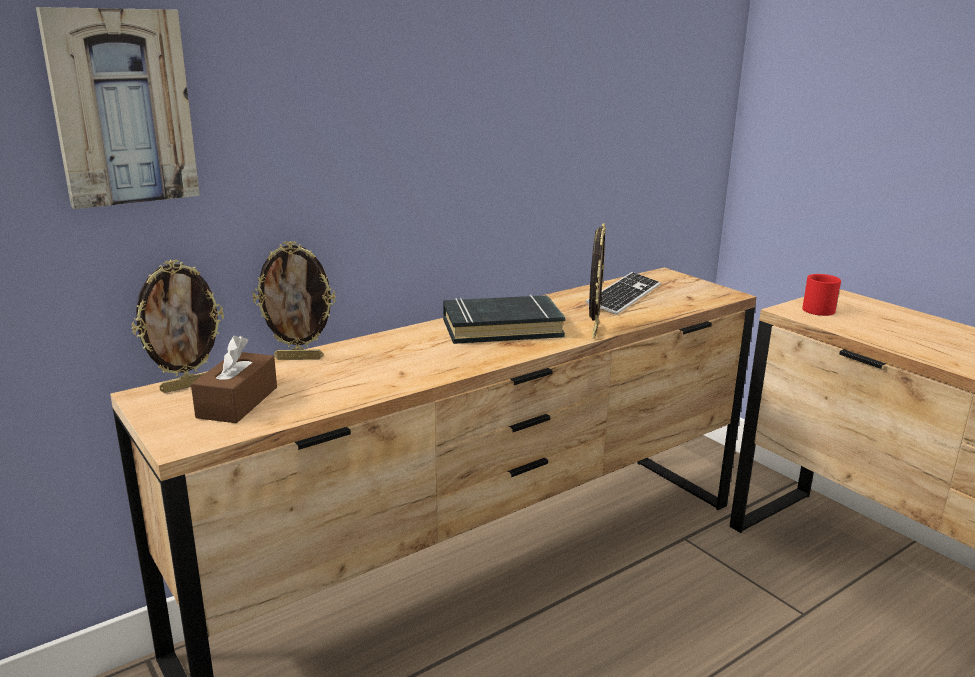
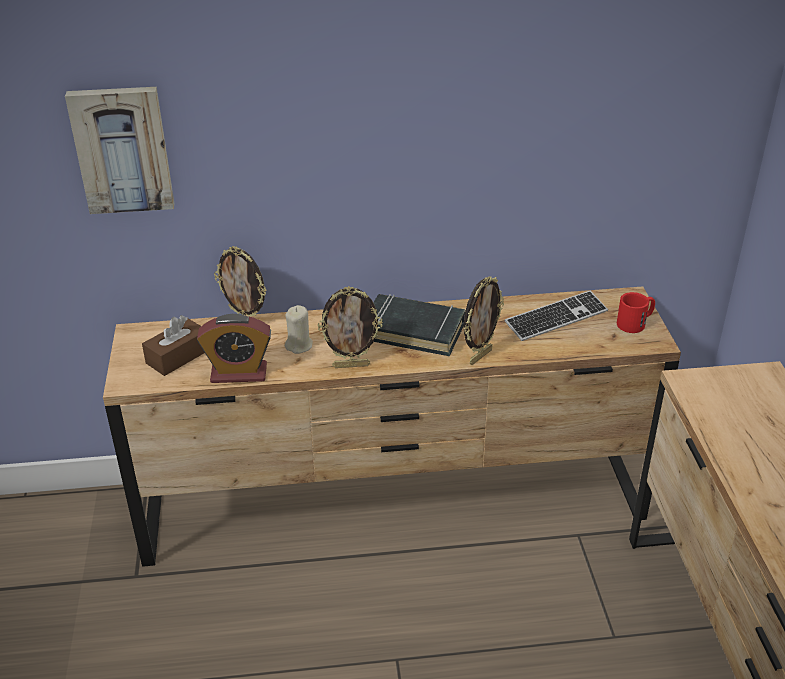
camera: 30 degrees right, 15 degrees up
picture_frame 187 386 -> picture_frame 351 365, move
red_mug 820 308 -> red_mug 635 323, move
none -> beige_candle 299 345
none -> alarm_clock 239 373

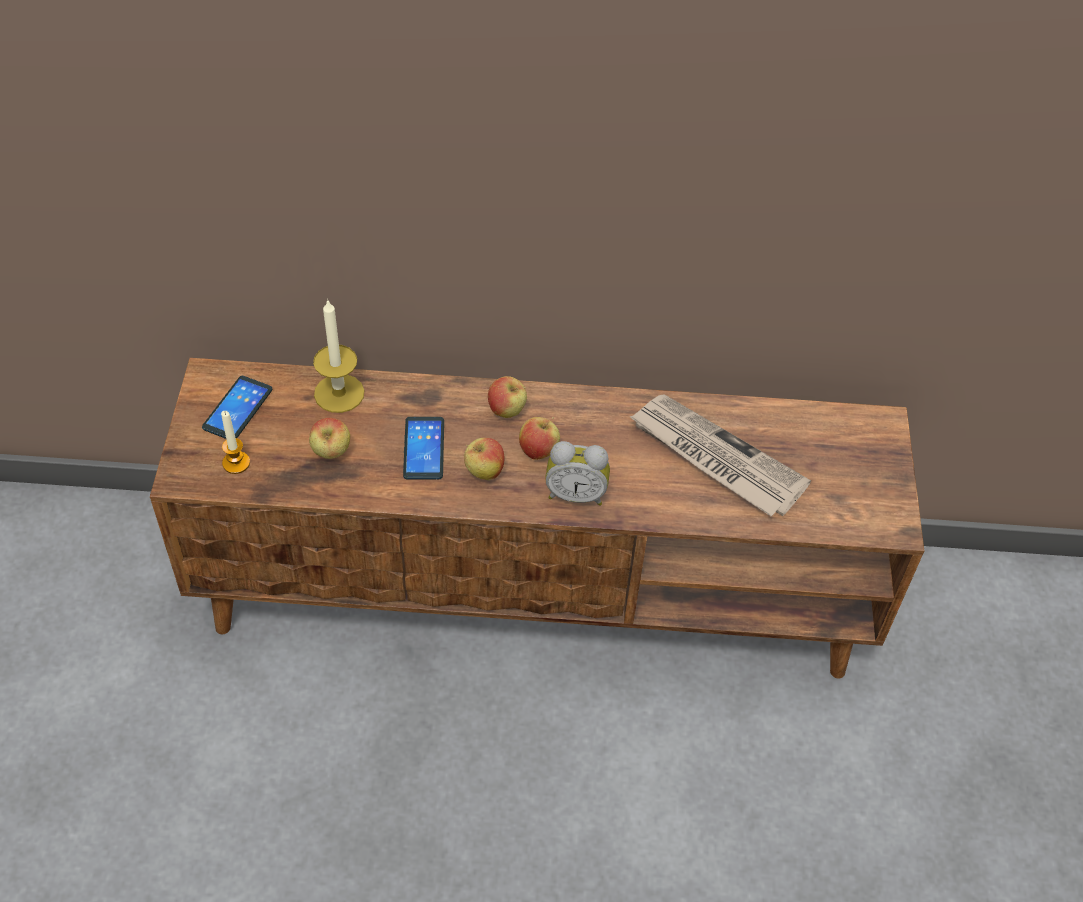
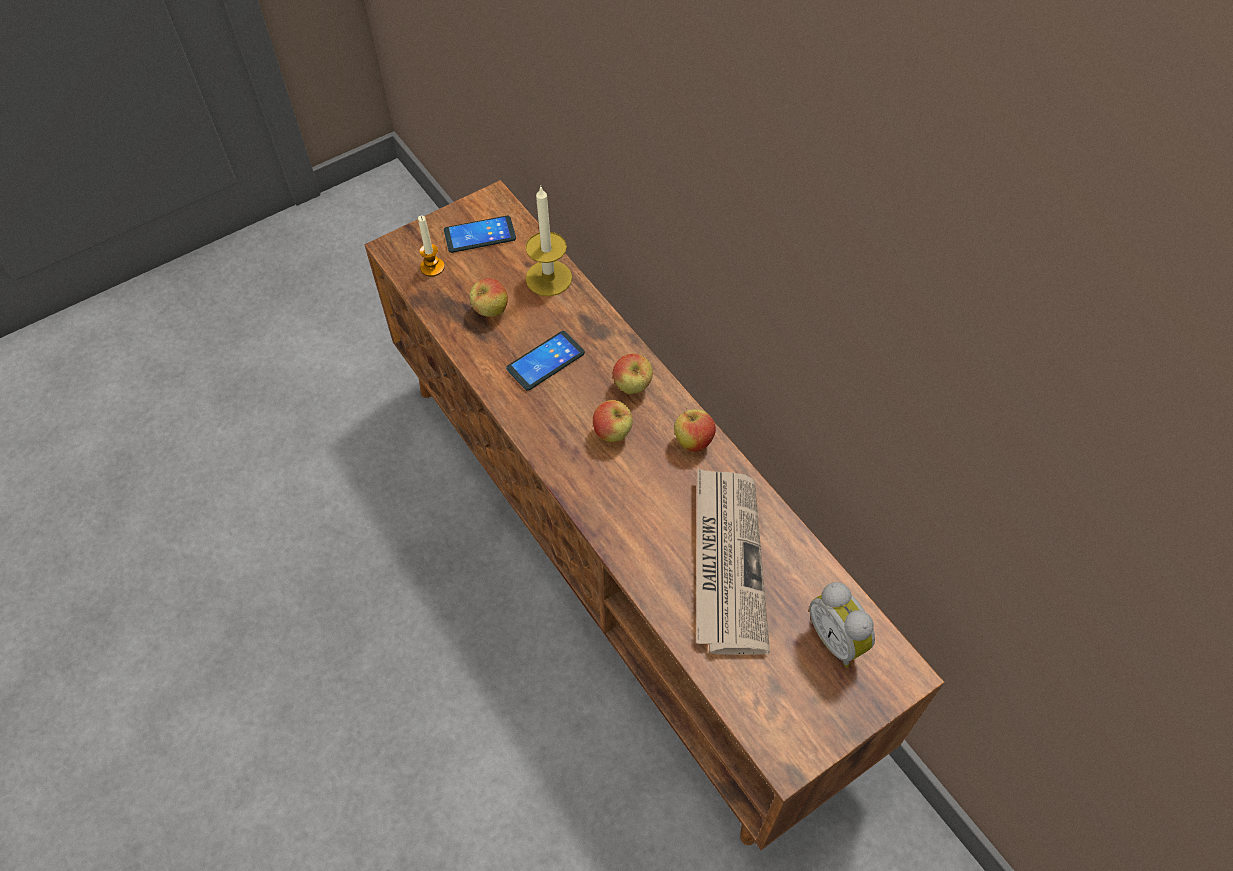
camera: 55 degrees right, 5 degrees up
apple 484 472 -> apple 693 442, move
alarm_clock 576 494 -> alarm_clock 838 638, move

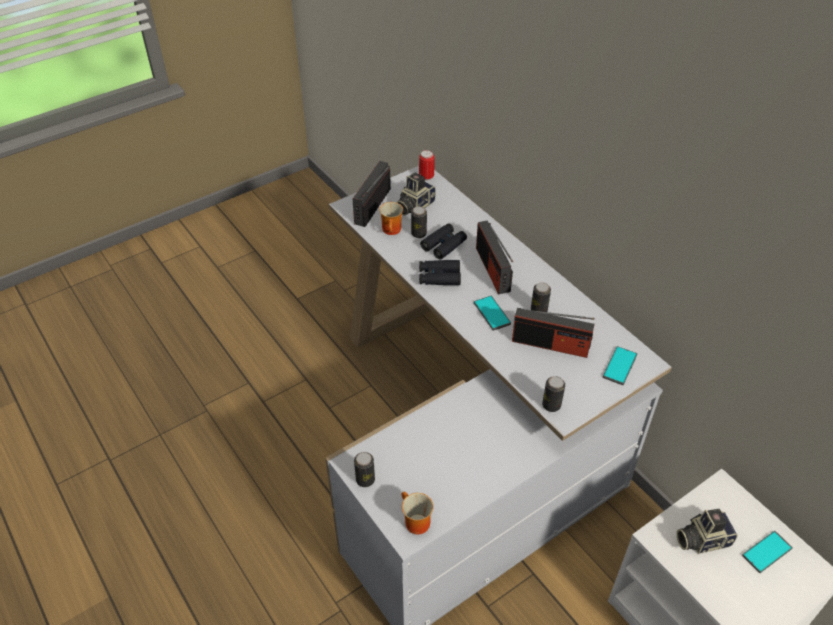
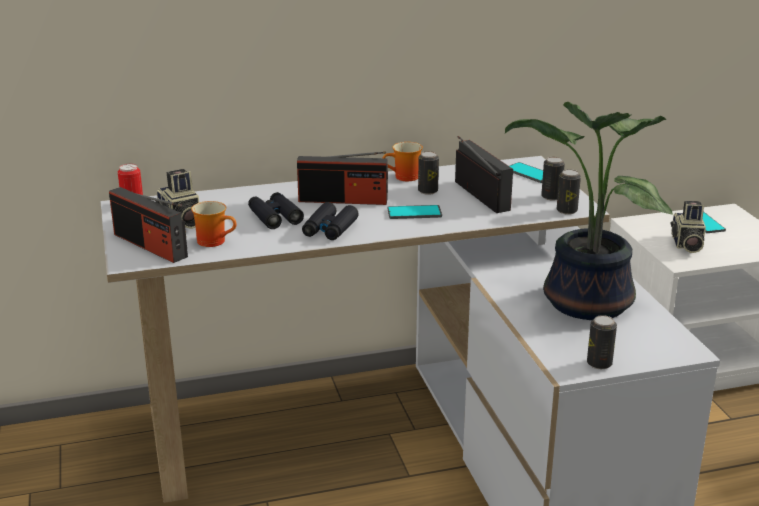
camera: 70 degrees left, 20 degrees down
can 419 234 -> can 551 197, move
radio 550 344 -> radio 481 195, 60 degrees counterclockwise
mug 414 522 -> mug 404 178, move
none -> potted_plant 582 303

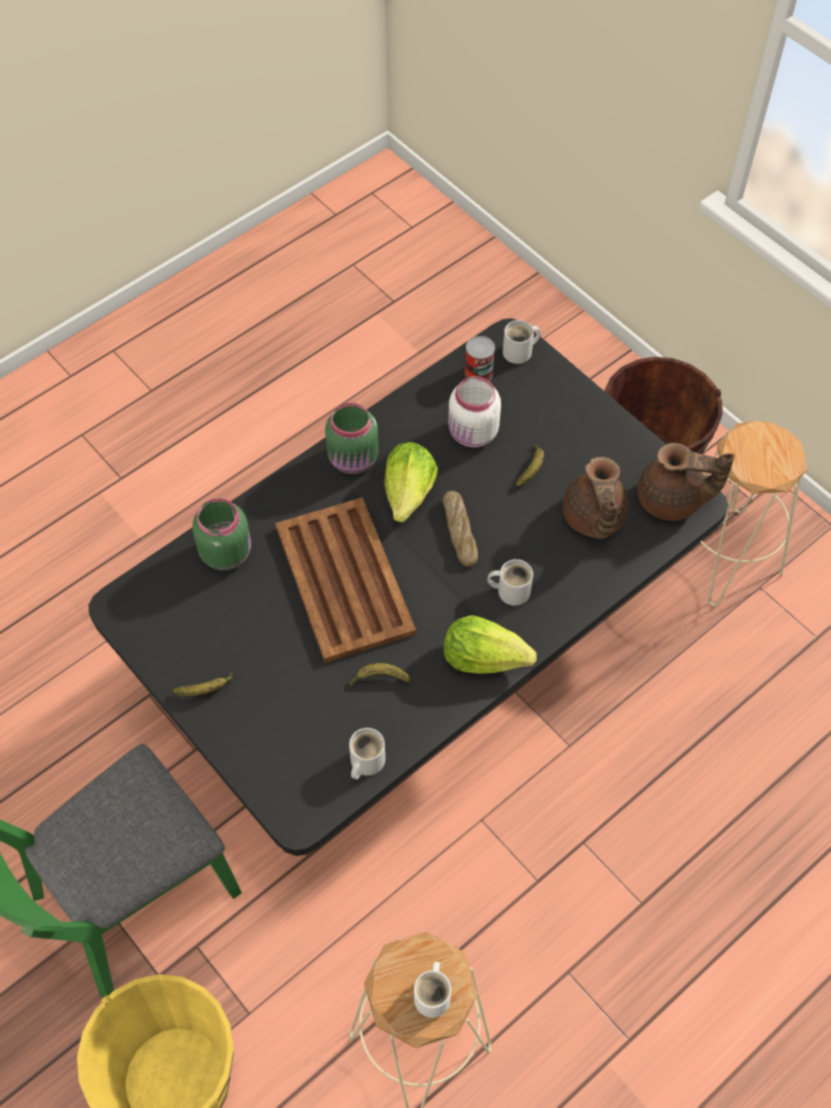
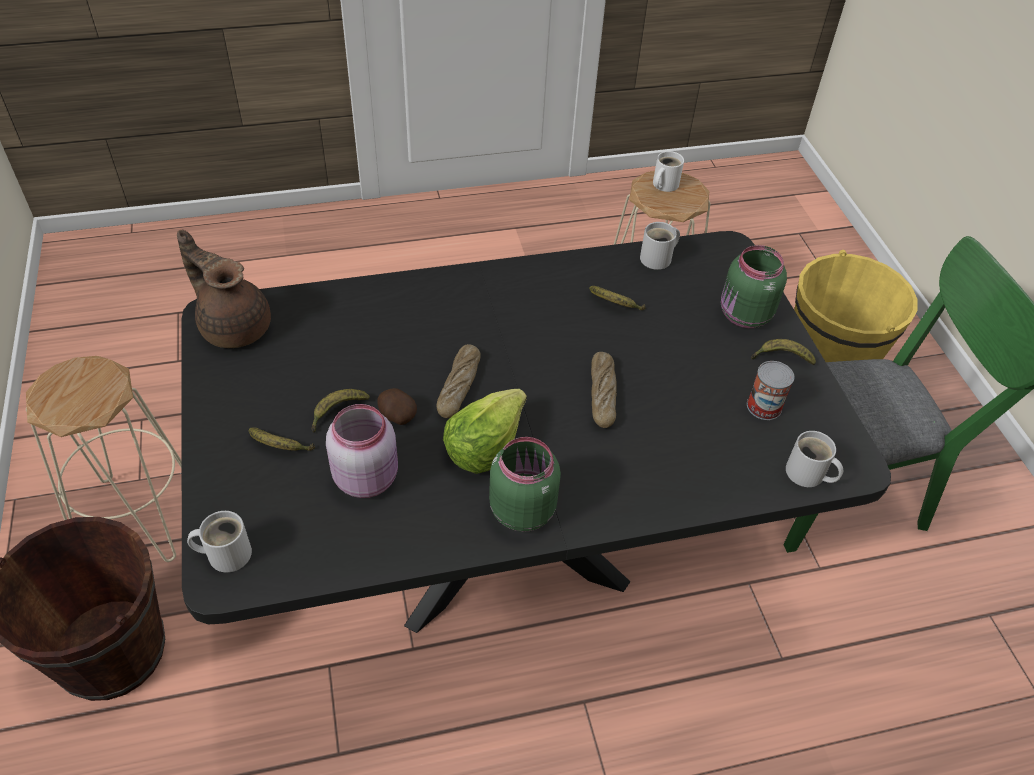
camera: 155 degrees left, 10 degrees down
can 478 372 -> can 764 406, move
white_jar 472 434 -> pink_jar 367 477
brown_teapot 593 519 -> none
brown_tray 344 578 -> bread 602 394
green_jar 226 552 -> green_jar 743 315, move
white_mug 511 590 -> white_mug 807 475, move
lettuce 484 657 -> none
none -> potato 396 416
none -> banana 280 447

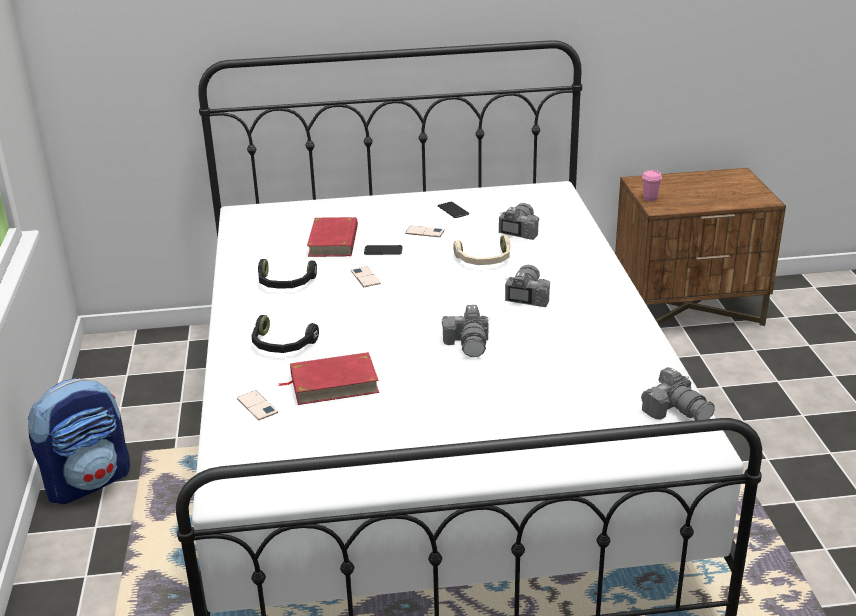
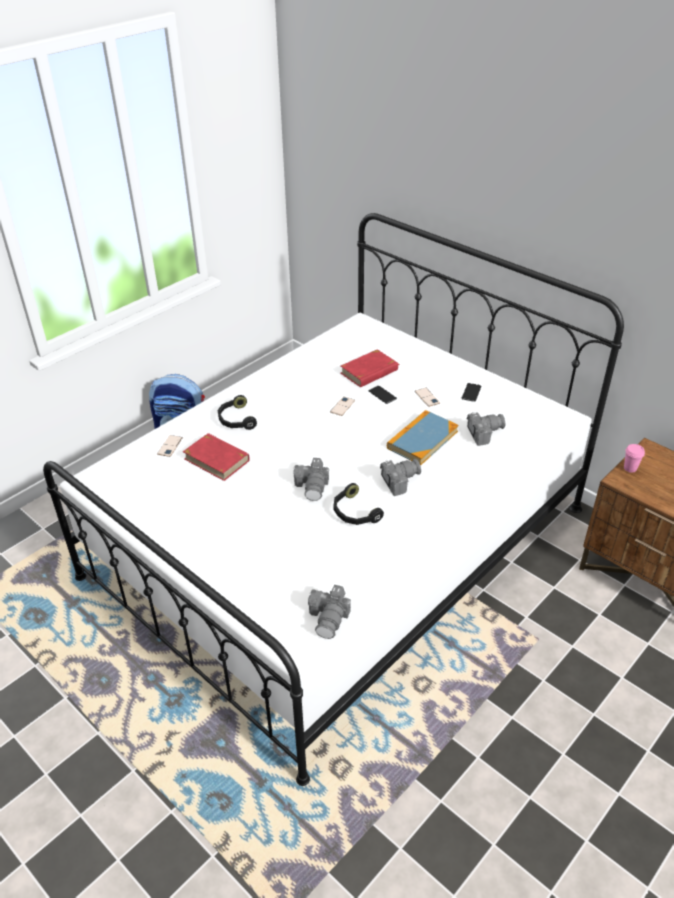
camera: 50 degrees right, 10 degrees up
beige_headphones 484 260 -> book 422 440
black_headphones 285 283 -> black_headphones 354 513, move
photo_camera 468 343 -> photo_camera 313 486, 45 degrees counterclockwise

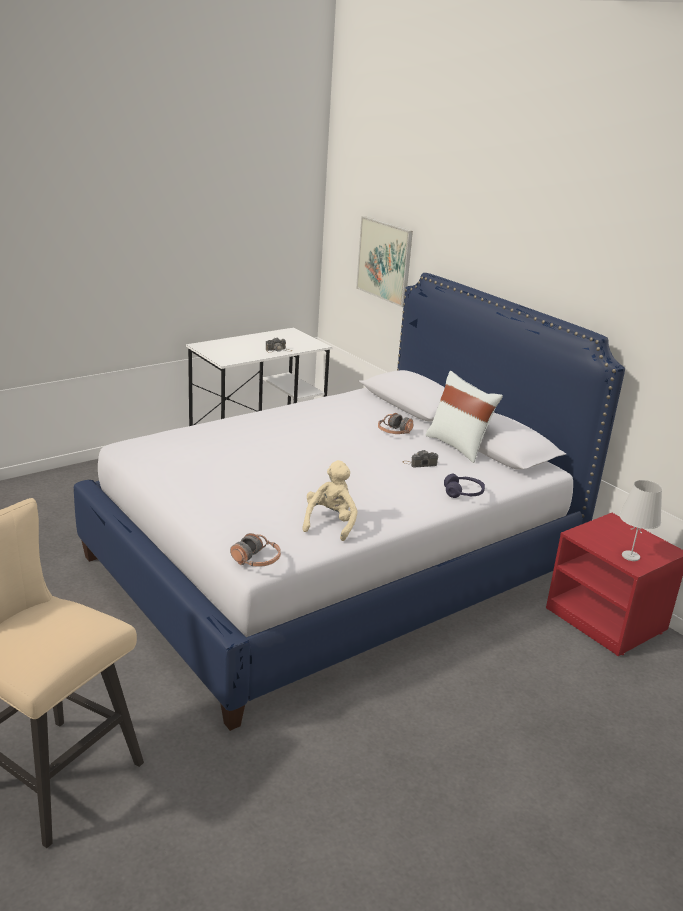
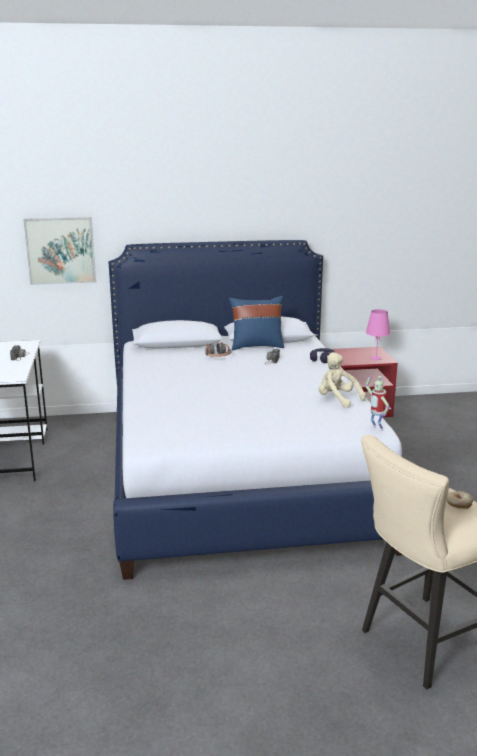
camera: 60 degrees left, 5 degrees down
white_pillow 458 446 -> blue_pillow 256 346
white_table_lamp 631 556 -> pink_table_lamp 376 358
headphones 256 560 -> toy_robot 376 429
none -> donut 458 504

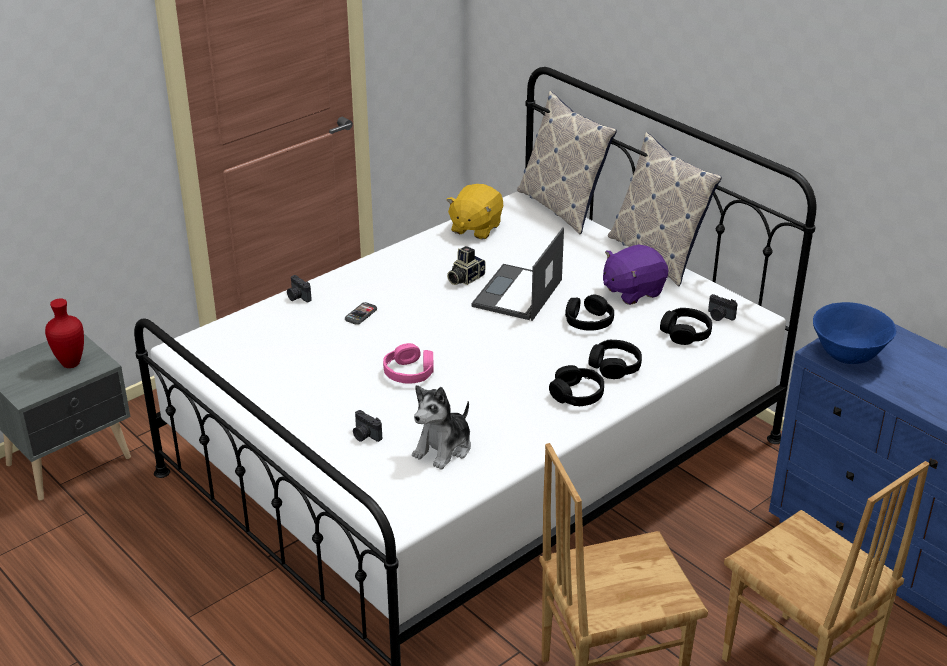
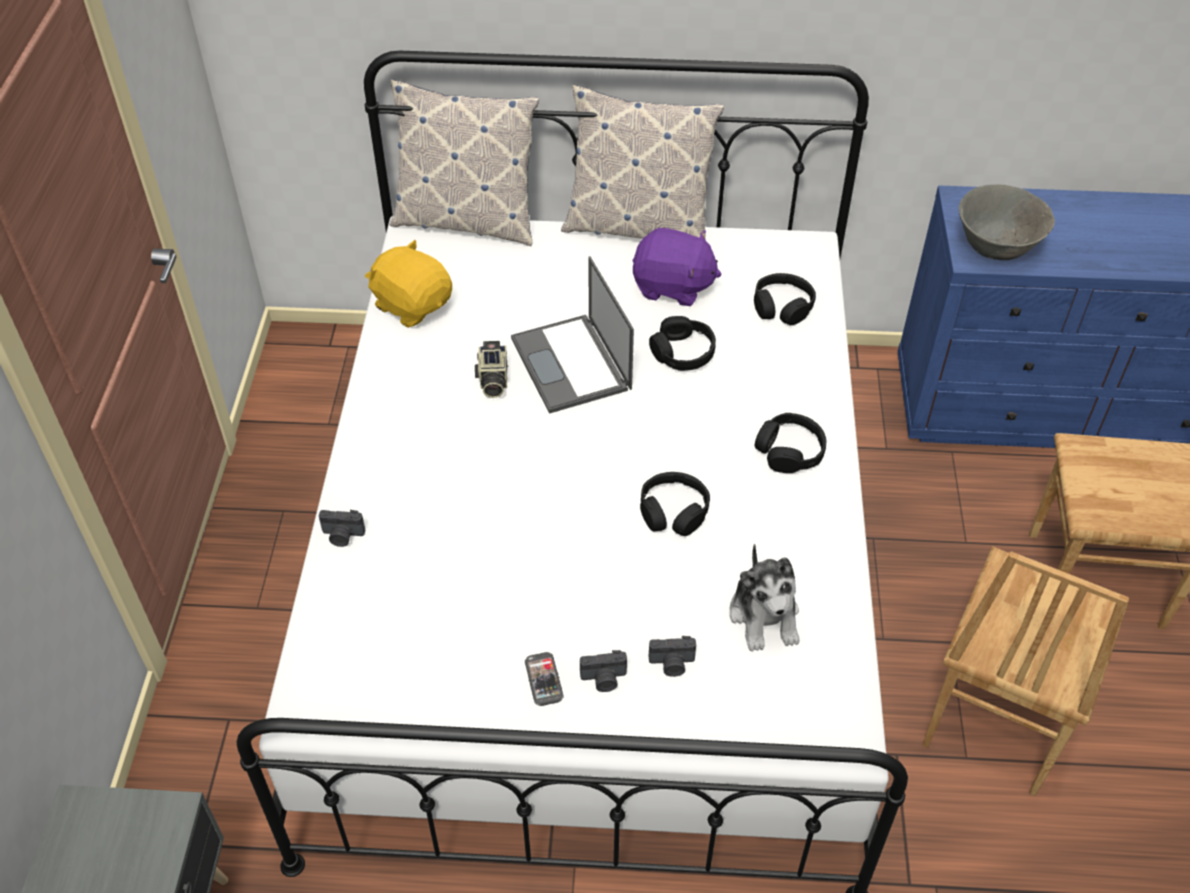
camera: 45 degrees left, 15 degrees up
yellow_plush_toy 475 228 -> yellow_plush_toy 412 305, 150 degrees clockwise
purple_plush_toy 632 291 -> purple_plush_toy 673 287, 90 degrees counterclockwise
photo_camera 719 316 -> photo_camera 604 679, move
red_vase 72 364 -> none
phone 361 314 -> phone 544 680, move
blue_bowl 848 355 -> grey_bowl 995 247
black_headphones 614 366 -> black_headphones 673 511, move
pink_headphones 409 372 -> none

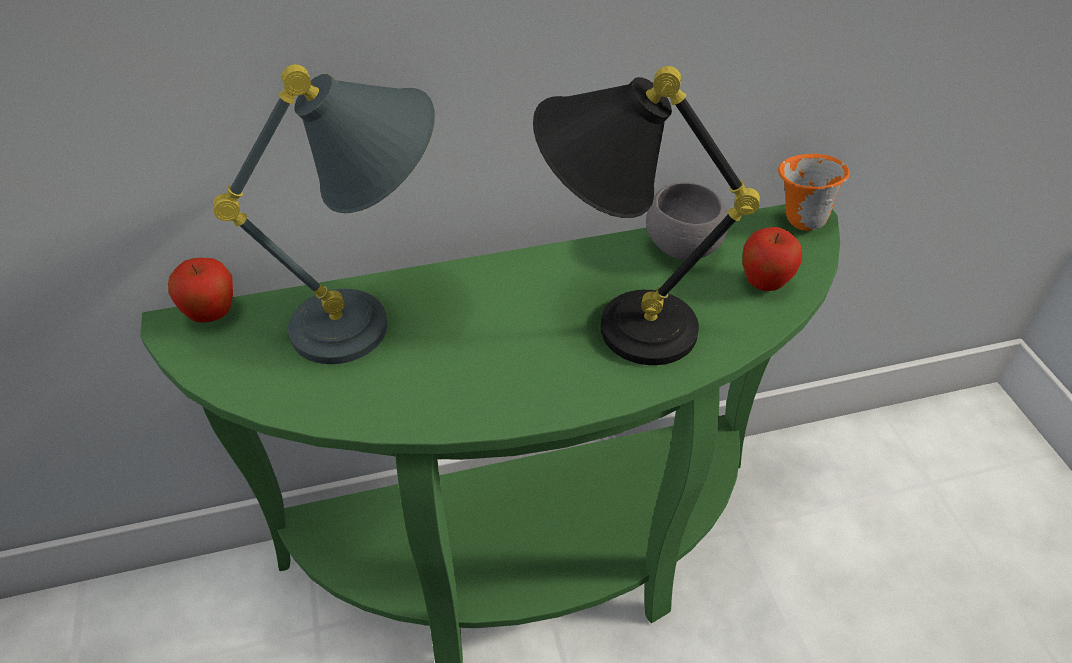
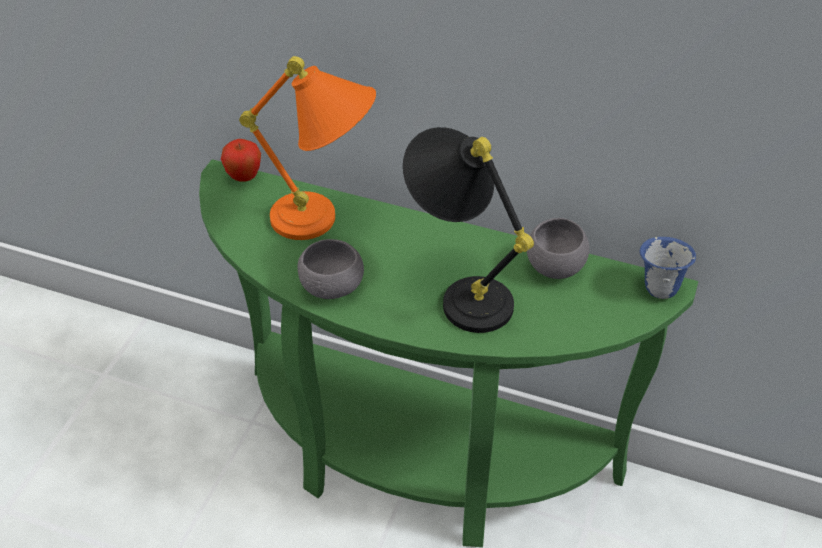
camera: 35 degrees right, 0 degrees up
grey_table_lamp 376 321 -> orange_table_lamp 326 223
orange_mug 799 221 -> blue_mug 659 288
apple 764 284 -> none
none -> grey_bowl 332 288

